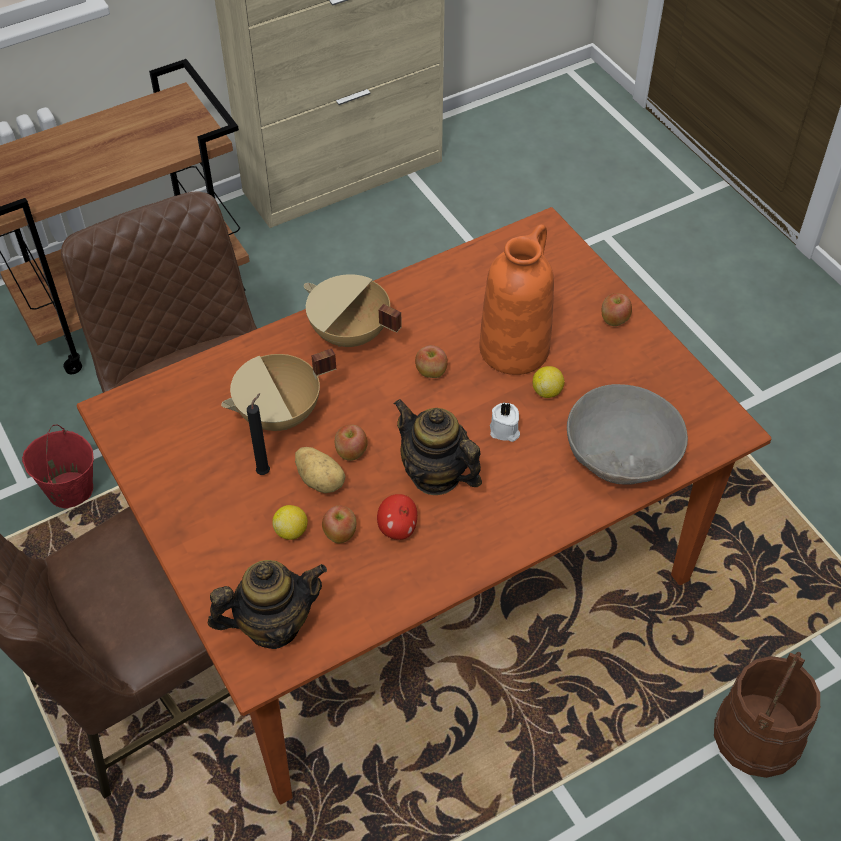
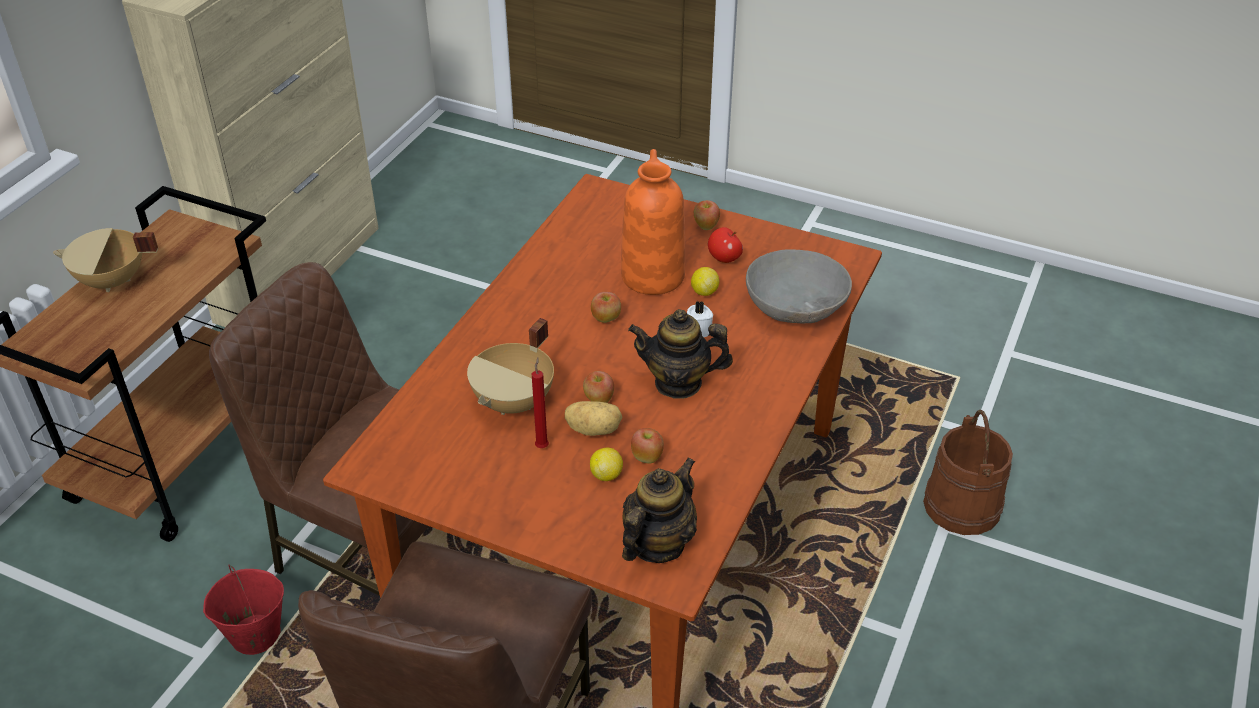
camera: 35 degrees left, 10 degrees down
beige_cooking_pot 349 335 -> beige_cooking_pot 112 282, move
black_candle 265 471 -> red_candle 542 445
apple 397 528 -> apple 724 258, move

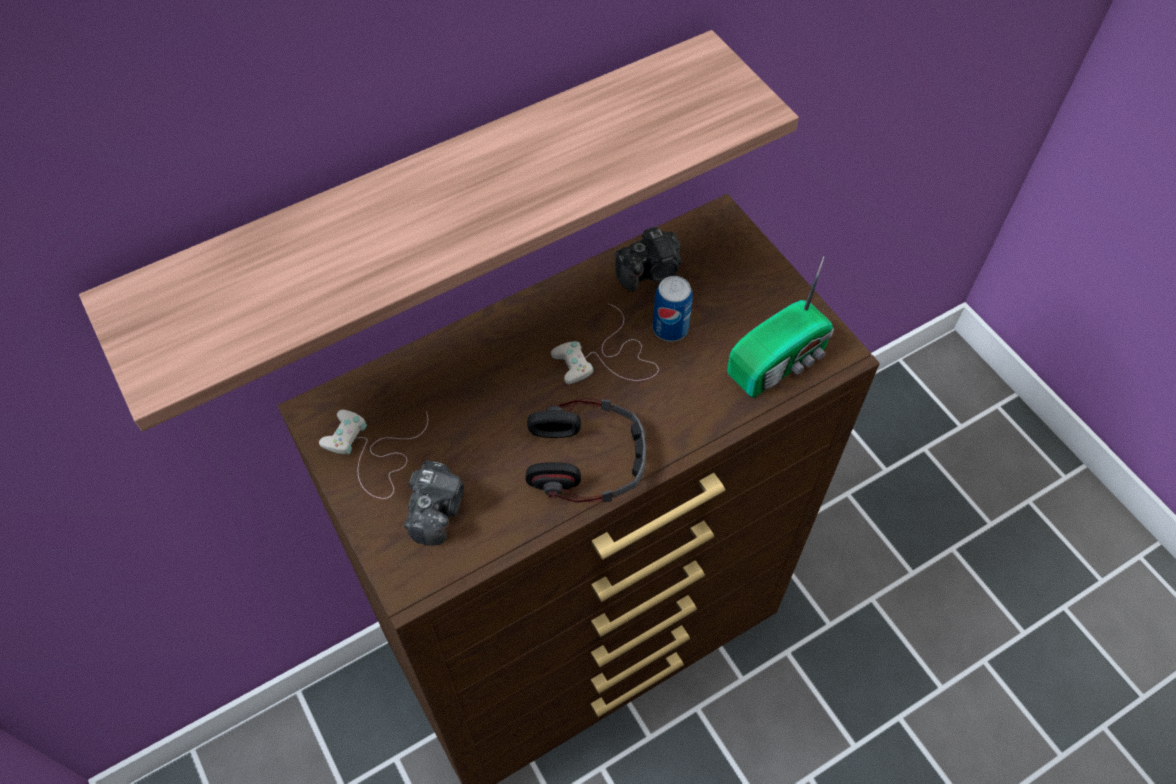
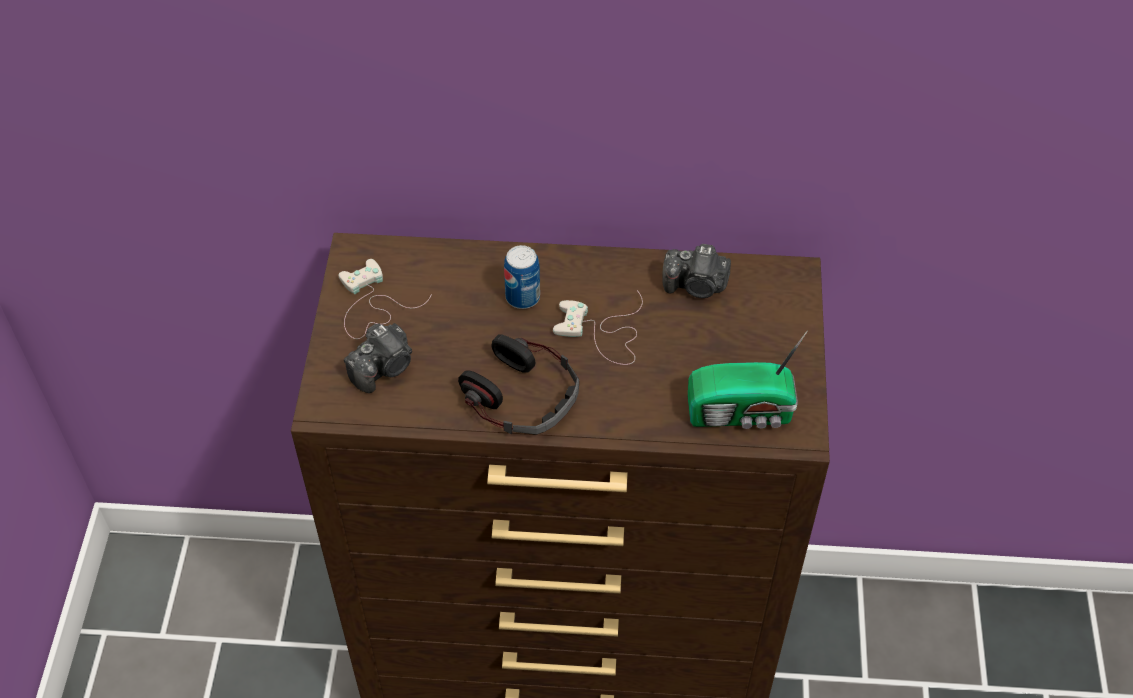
camera: 35 degrees right, 5 degrees down
shelf 432 202 -> none
can 670 328 -> can 522 297, move

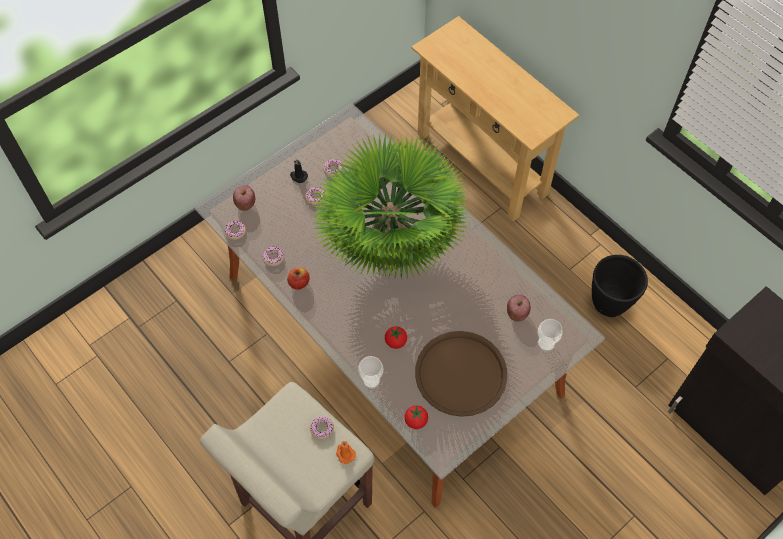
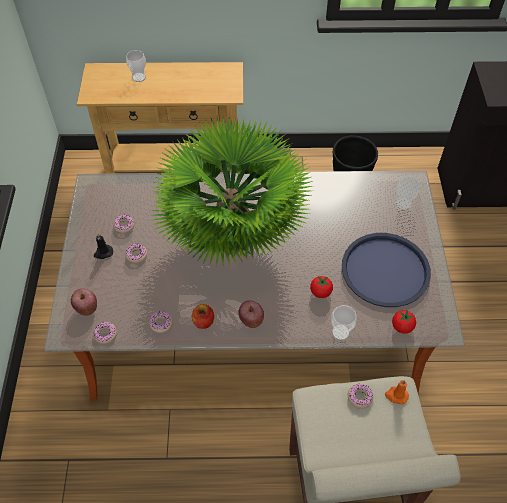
camera: 50 degrees left, 5 degrees down
apple 517 313 -> apple 251 320, move
brown_tray 460 374 -> blue_tray 385 270
none -> cup 139 77

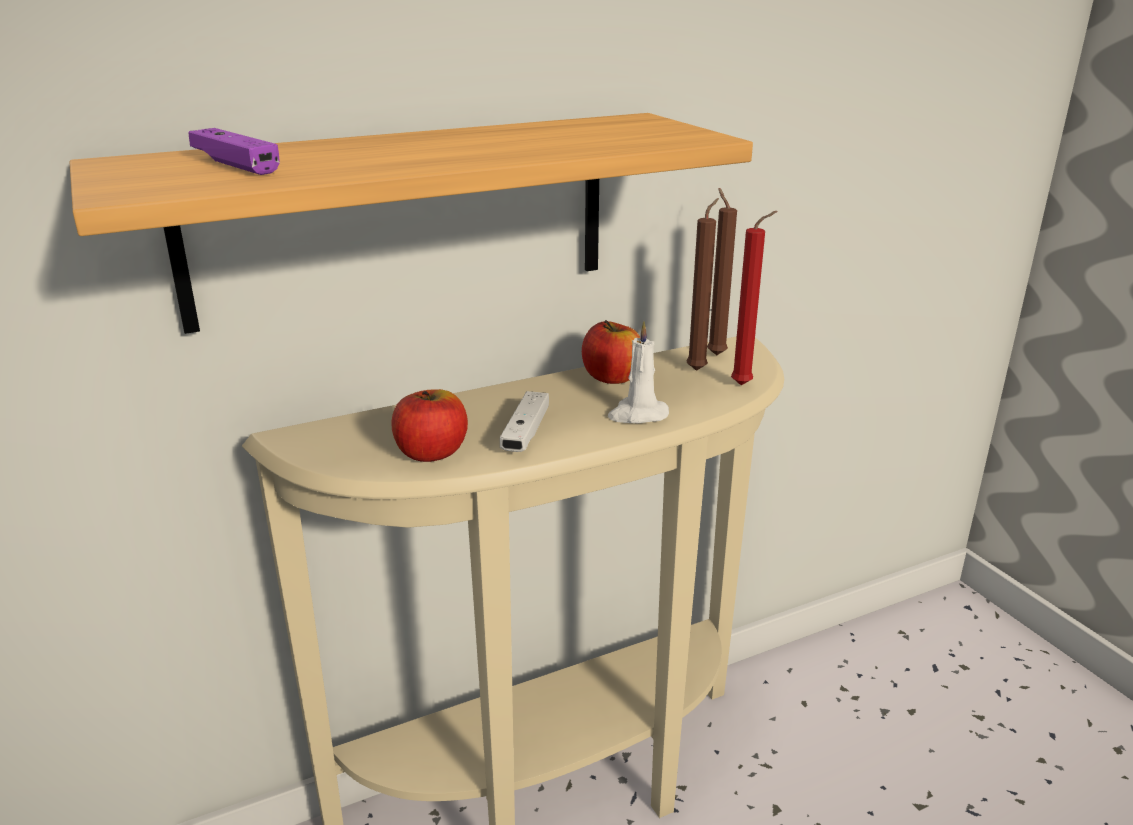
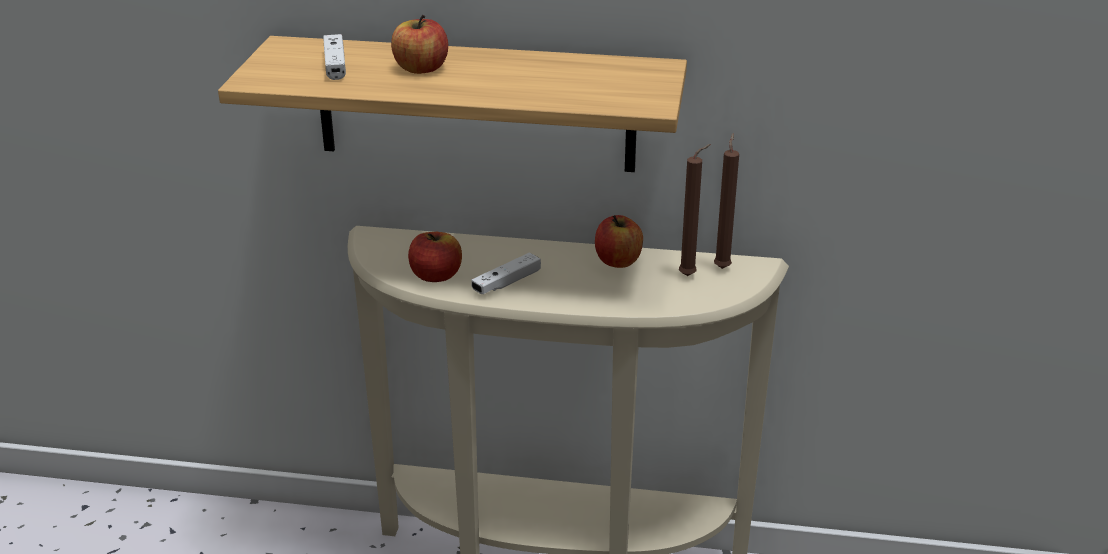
camera: 35 degrees right, 5 degrees up
purple_game_controller 235 165 -> white_game_controller 335 65
red_candle 745 385 -> none
white_candle 637 415 -> none
none -> apple 421 69

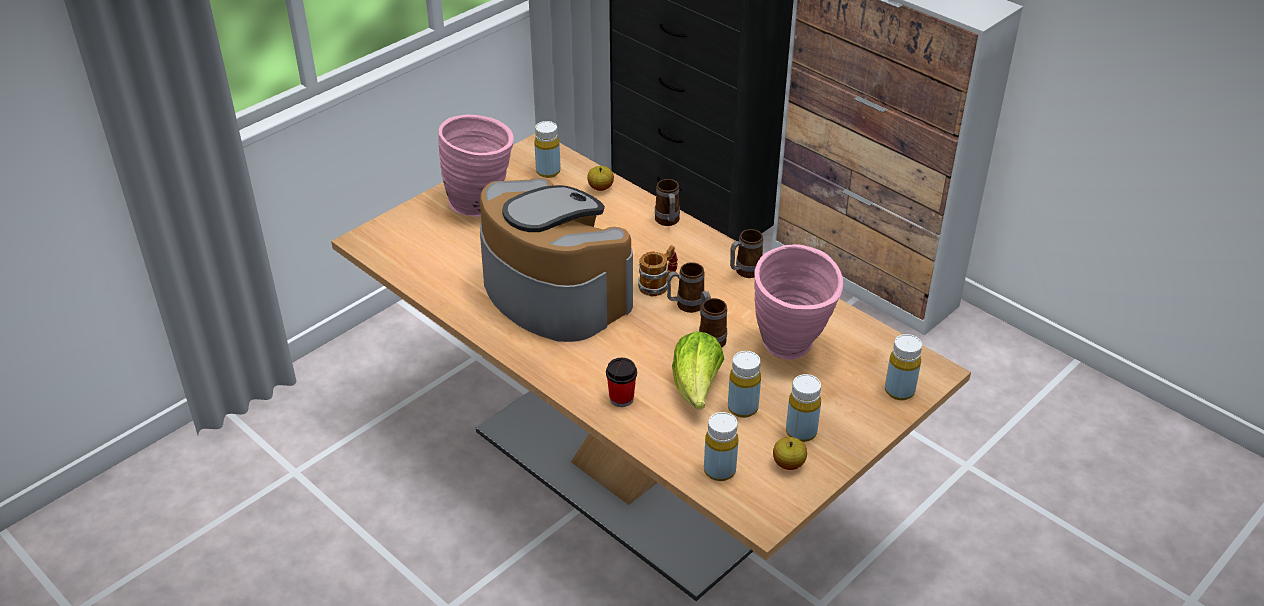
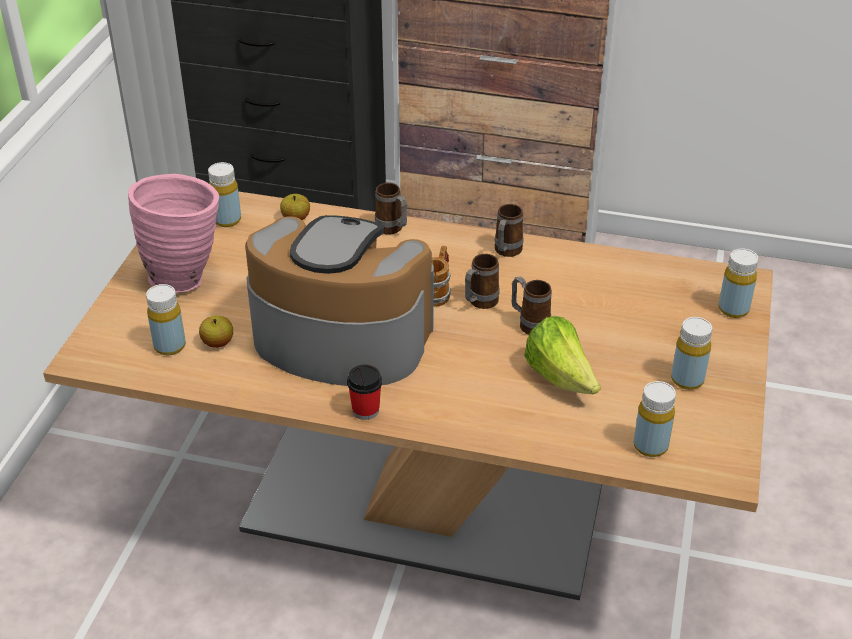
camera: 30 degrees left, 0 degrees up
pink_vase 791 351 -> none
yellow_bottle 742 408 -> yellow_bottle 170 346, move
cup 621 398 -> cup 365 410, move
apple 788 464 -> apple 218 343, move

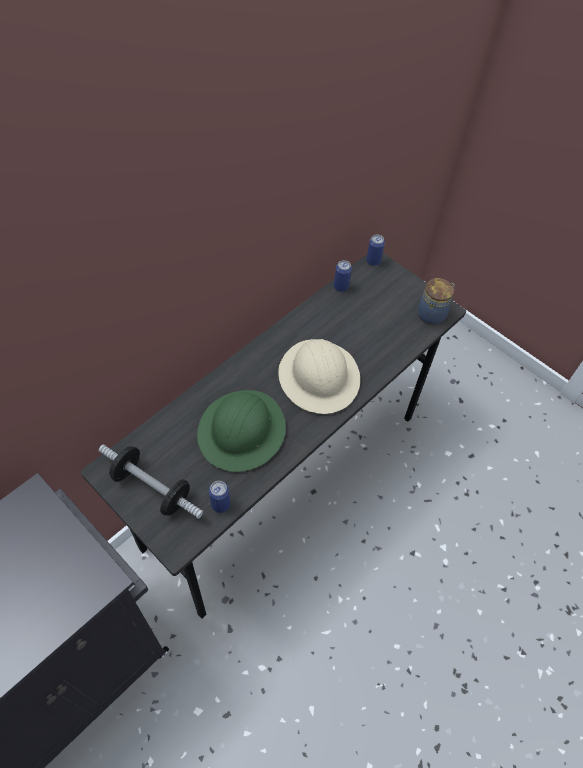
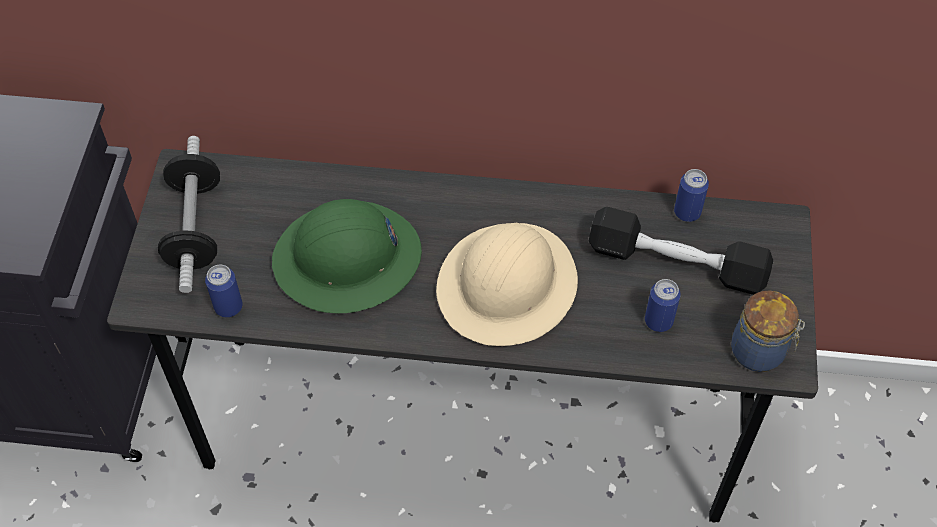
camera: 55 degrees right, 0 degrees up
can 373 261 -> can 658 321, move
none -> black_dumbbell 676 263

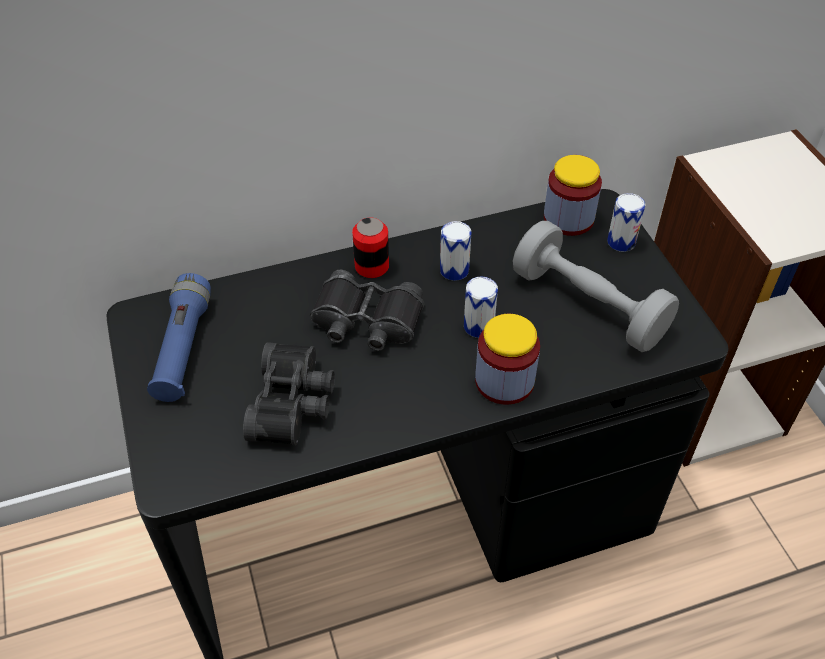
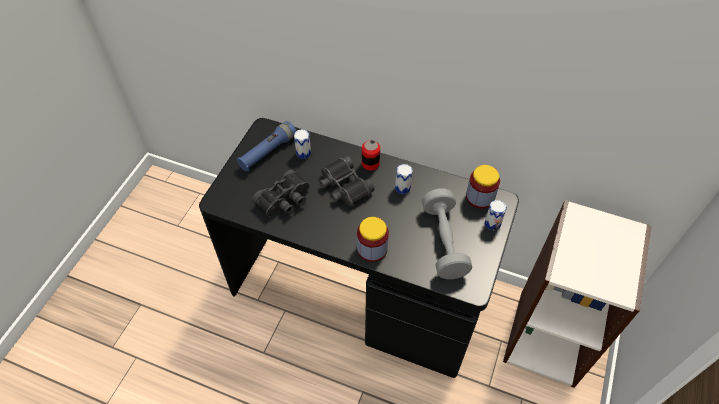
camera: 40 degrees right, 5 degrees up
can 478 326 -> can 303 153, move

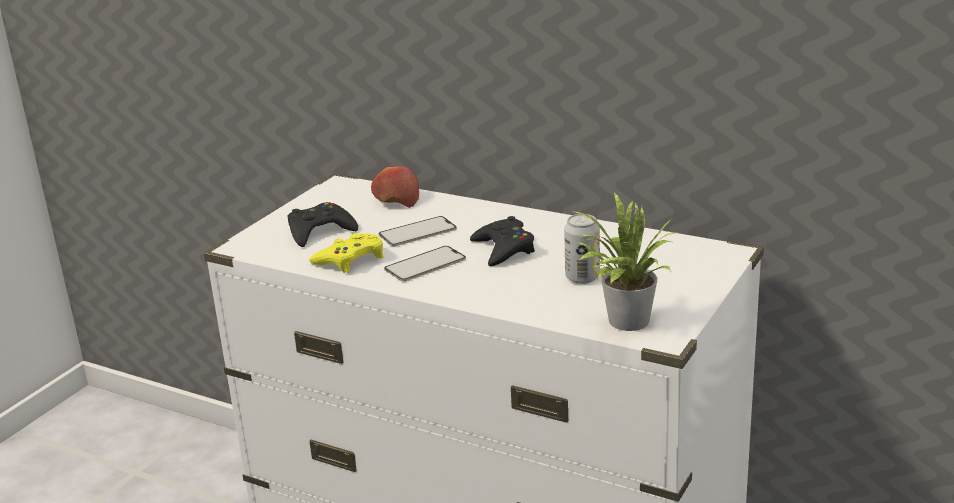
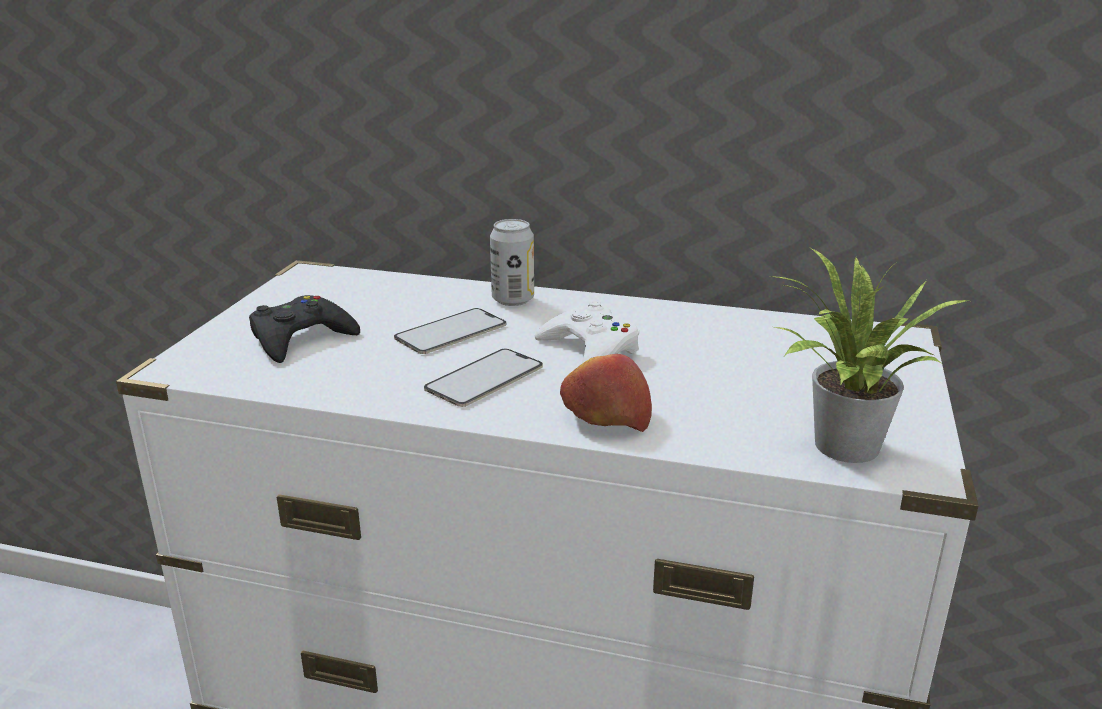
camera: 15 degrees left, 0 degrees up
apple 396 200 -> apple 605 416, move
can 582 277 -> can 513 299, move
black_game_controller 503 249 -> white_game_controller 590 349
yellow_game_controller 351 259 -> none

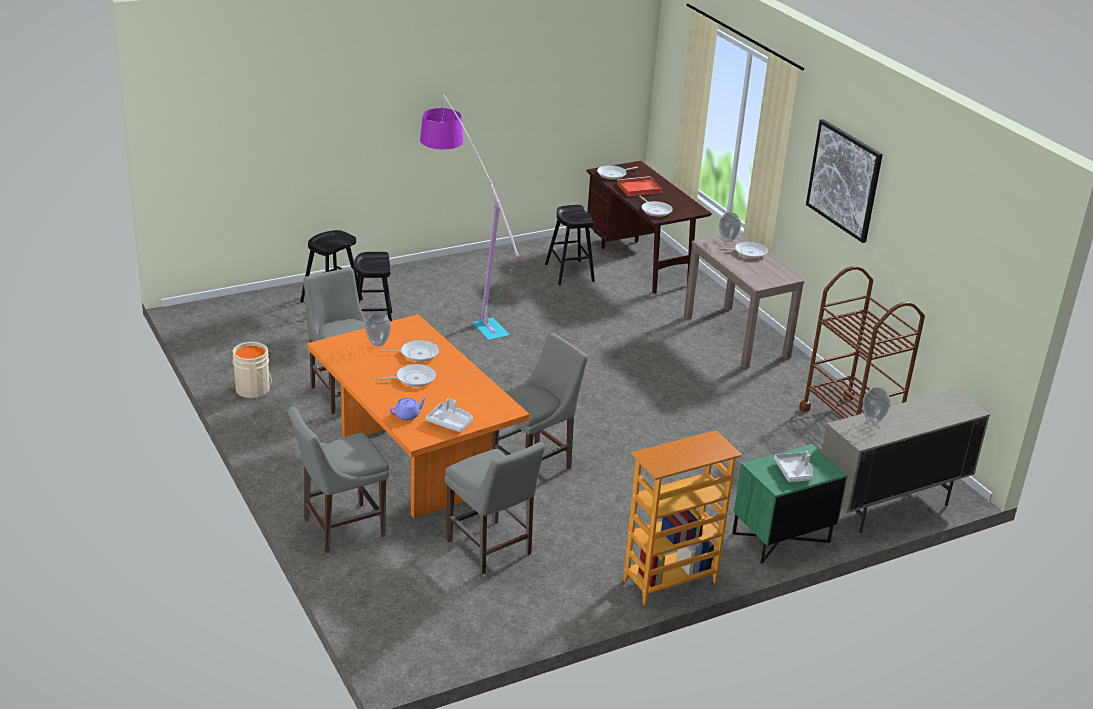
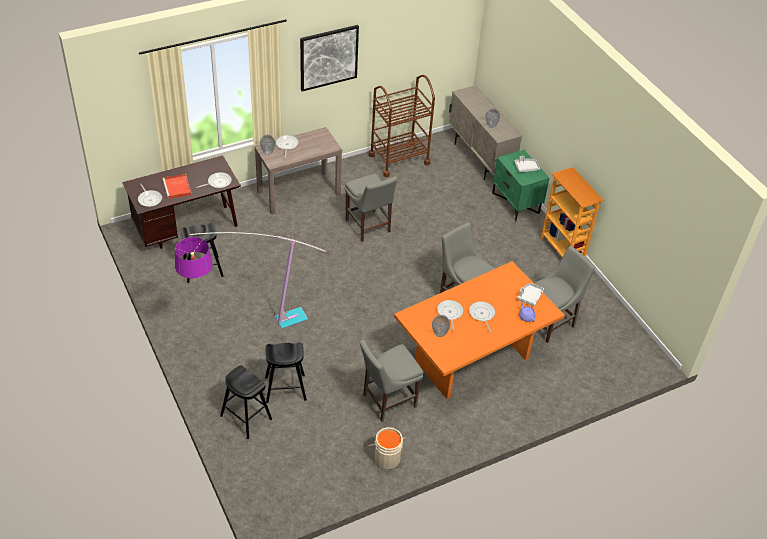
camera: 90 degrees left, 15 degrees up
grey_chair 339 528 -> grey_chair 368 227, move

